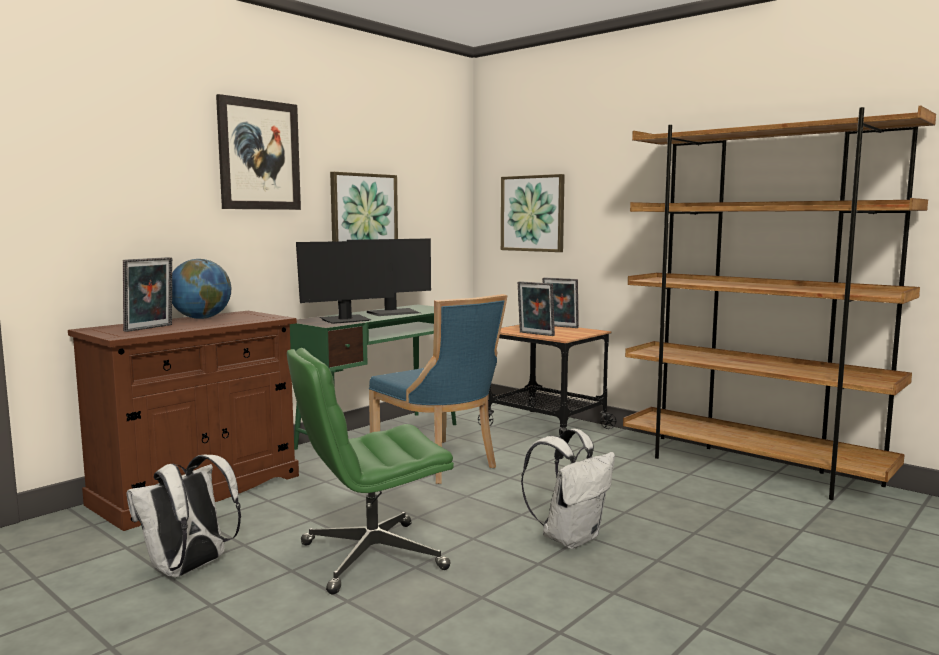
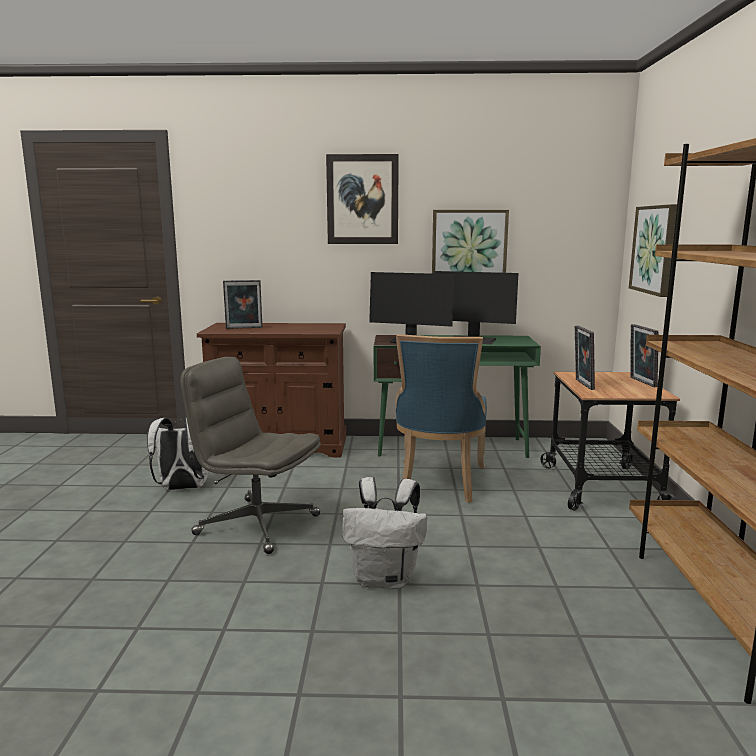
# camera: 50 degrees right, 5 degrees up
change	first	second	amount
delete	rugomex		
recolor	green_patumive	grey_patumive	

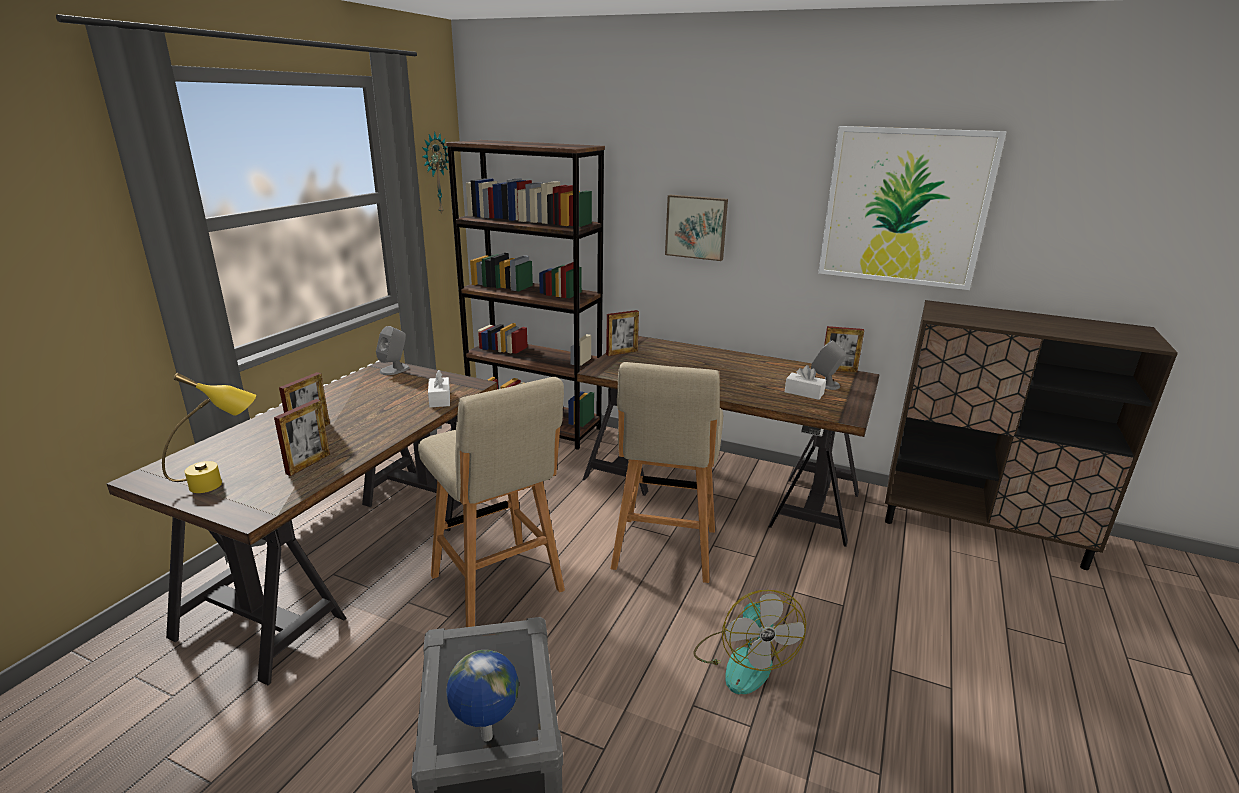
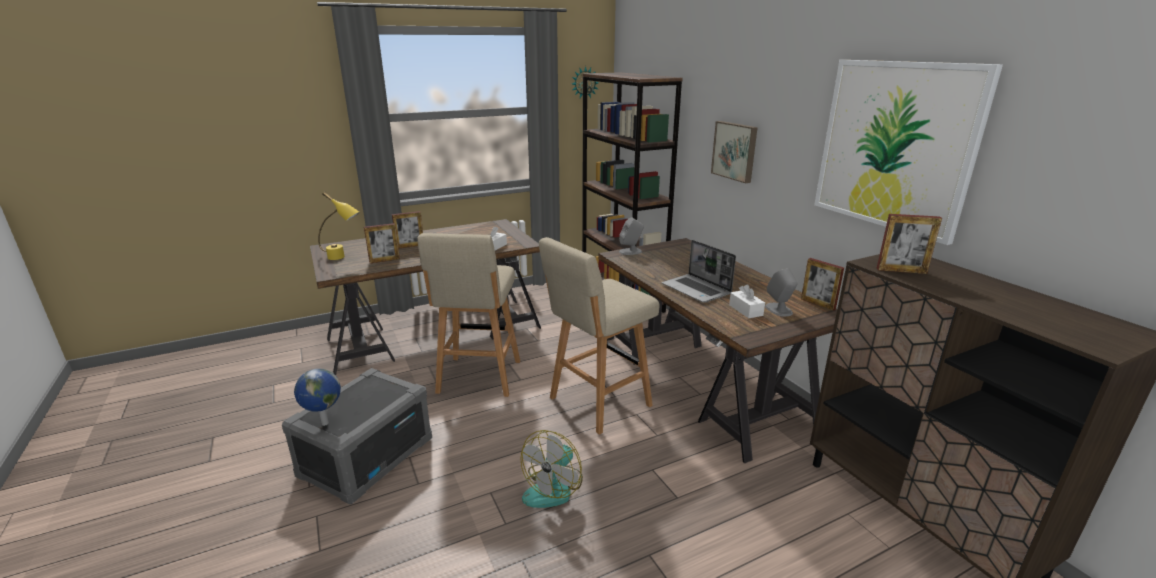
# camera: 40 degrees right, 0 degrees up
change	first	second	amount
move	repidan (3rd from left in the first image)	repidan (4th from left)	
move	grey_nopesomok (1st from left)		
insert		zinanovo	

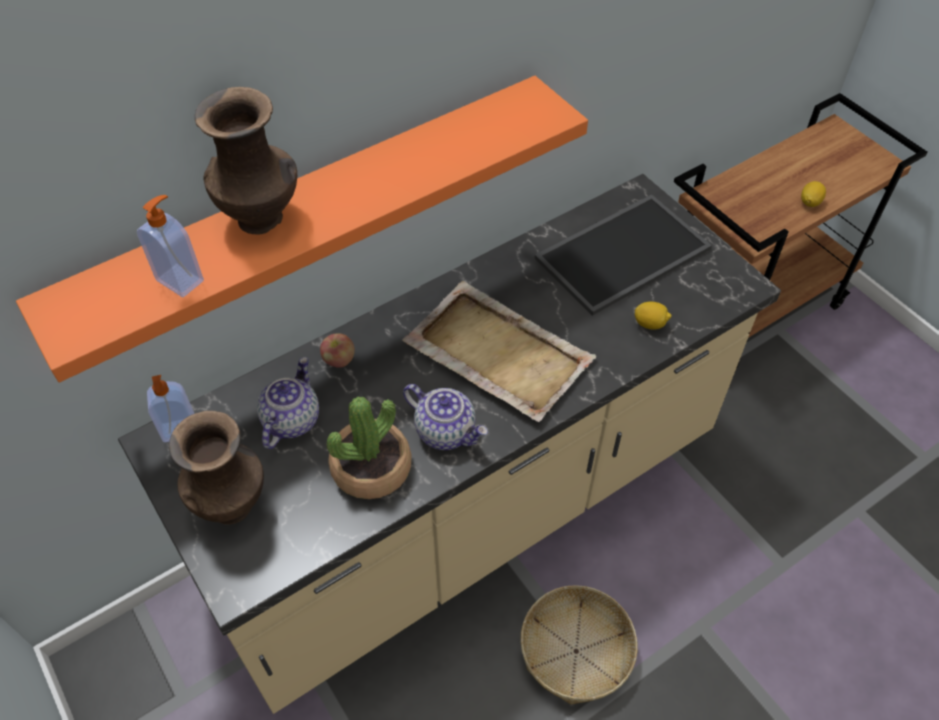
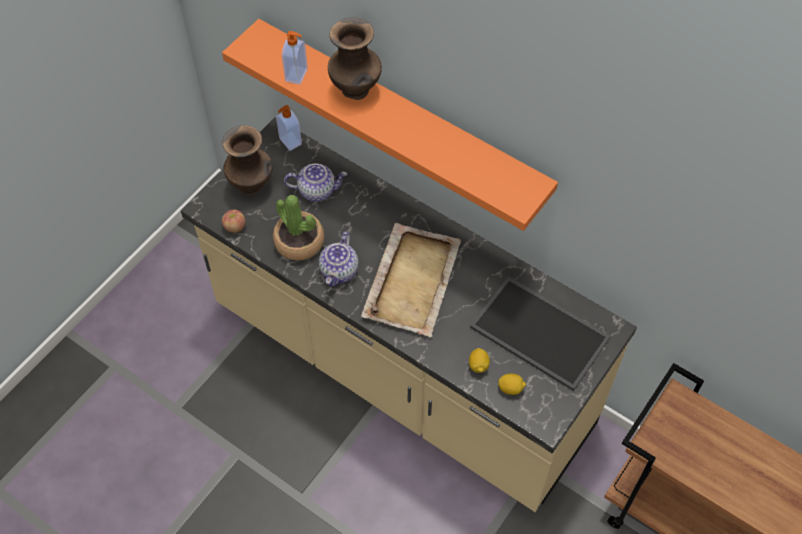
# camera: 70 degrees right, 5 degrees up
change	first	second	amount
move	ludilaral (2nd from left)		
move	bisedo		
delete	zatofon		

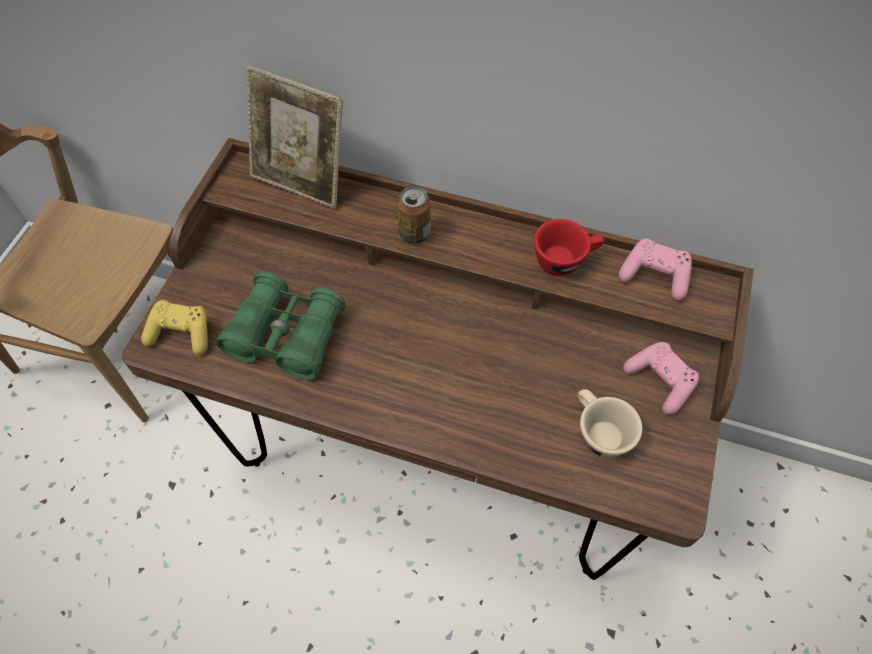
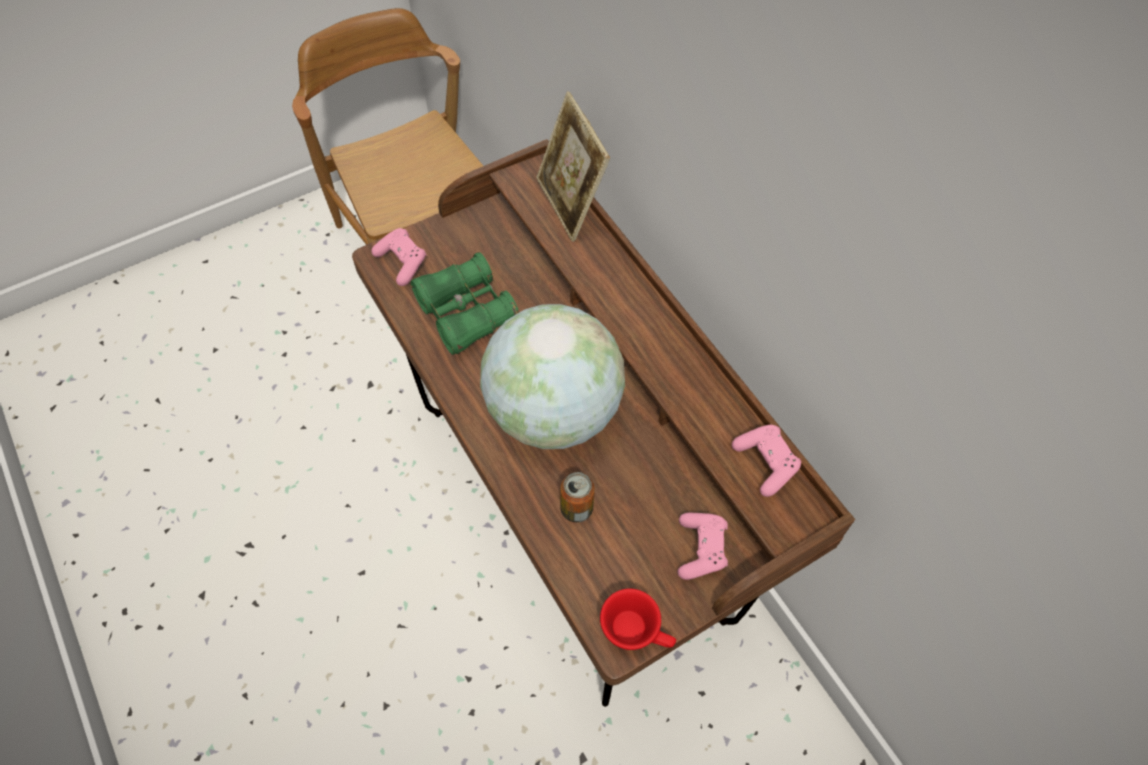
# camera: 40 degrees right, 0 degrees up
change	first	second	amount
move	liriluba		
move	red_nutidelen		
recolor	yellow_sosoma	pink_sosoma (1st from left)	
delete	beige_nutidelen		
insert		rugomex	

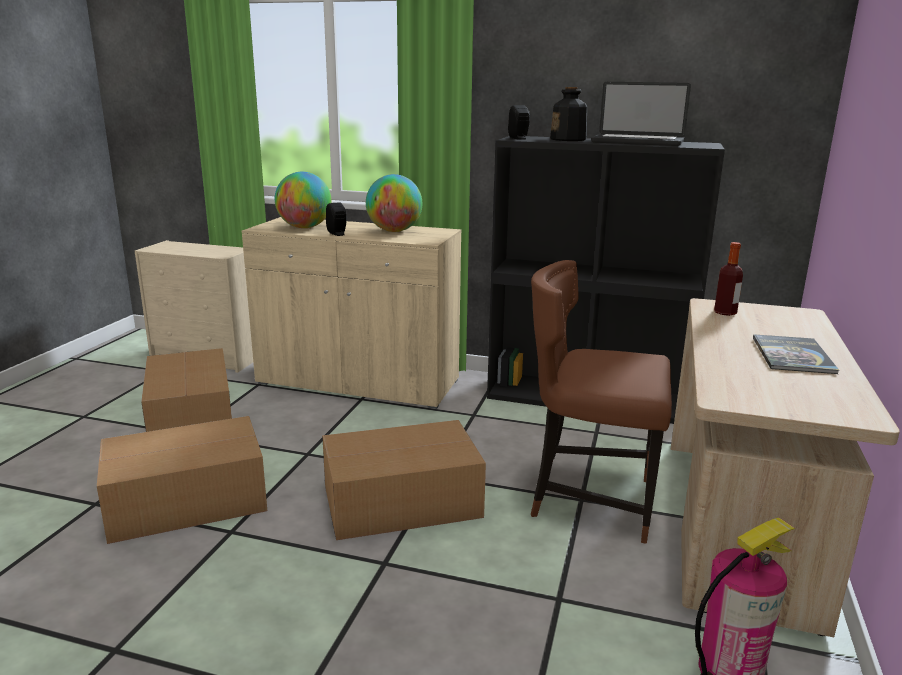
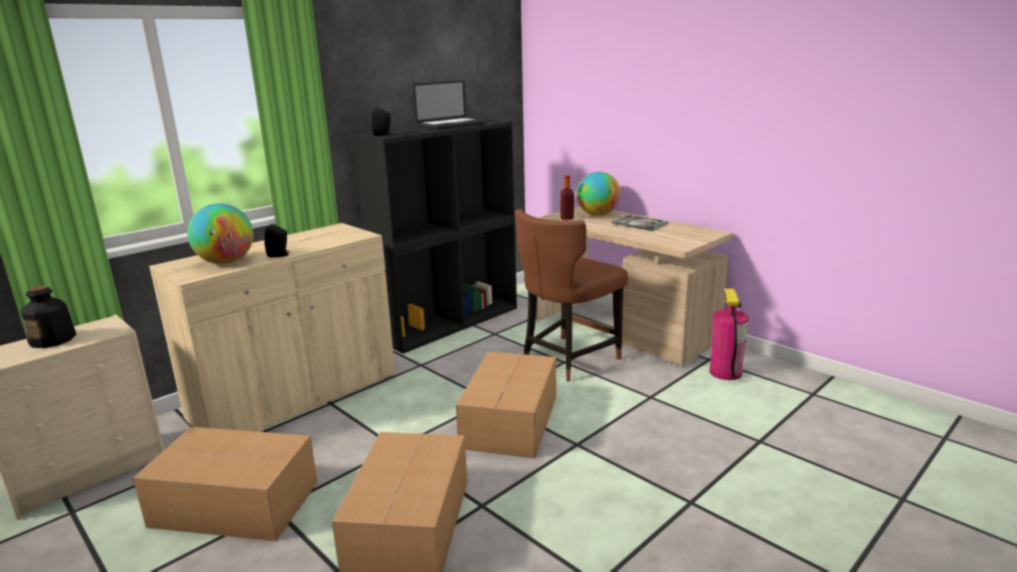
# camera: 60 degrees left, 0 degrees up
change	first	second	amount
move	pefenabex (1st from left)		
move	rugomex (2nd from left)		

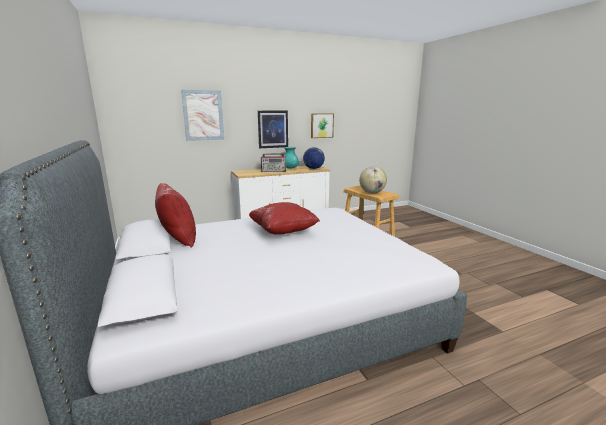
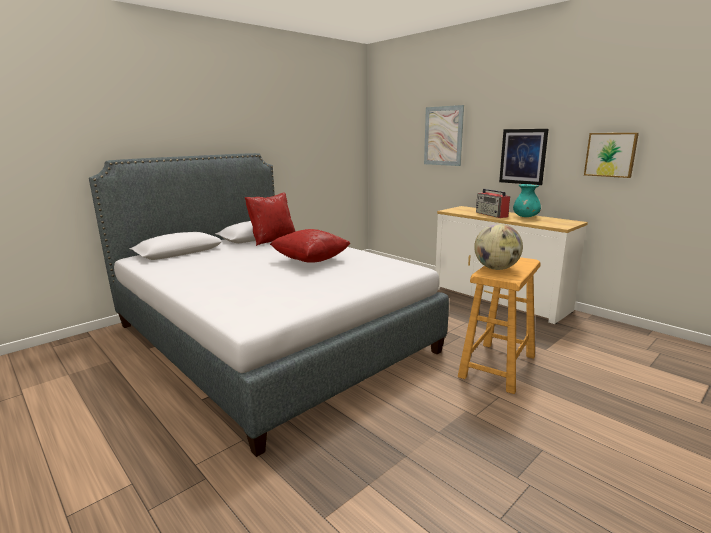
# camera: 70 degrees right, 0 degrees up
change	first	second	amount
delete	rugomex (1st from left)		

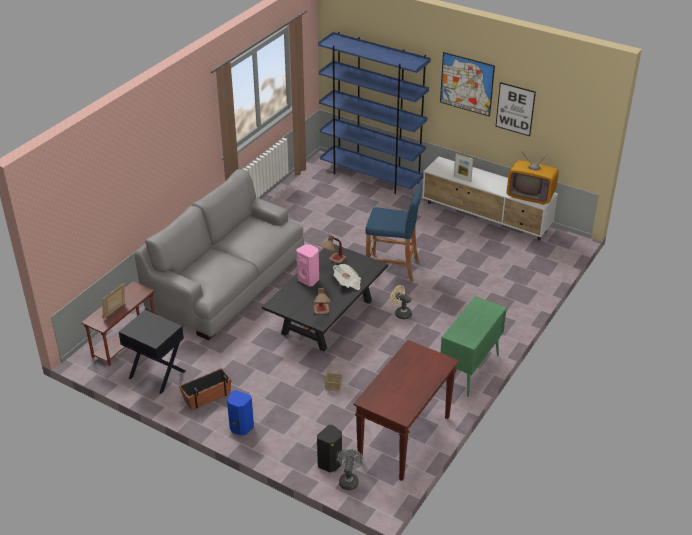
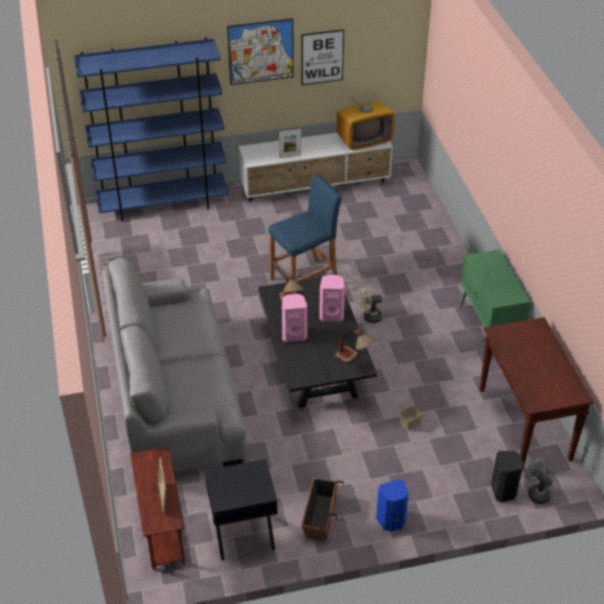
# camera: 45 degrees left, 5 degrees up
change	first	second	amount
replace	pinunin	pink_nopesomok (2nd from left)	

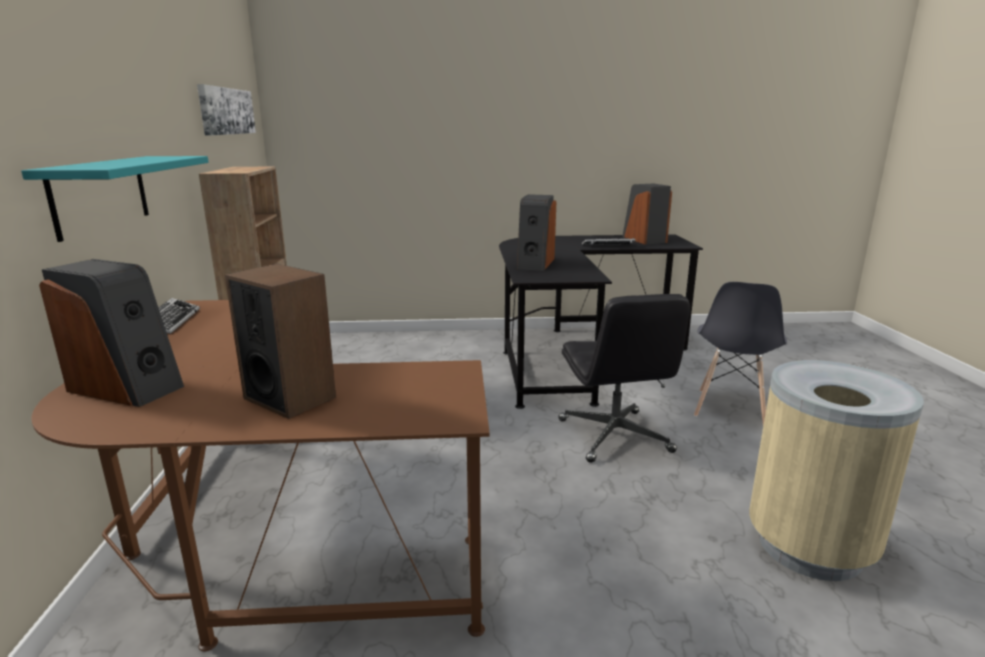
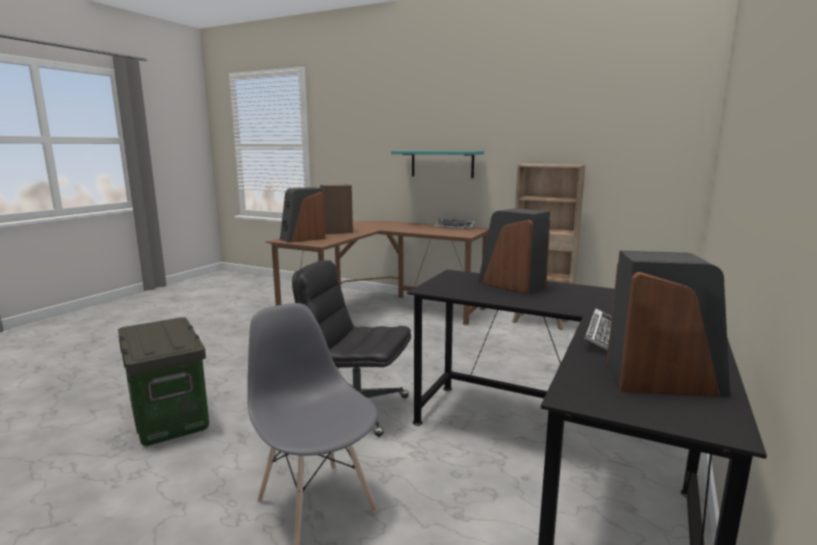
# camera: 120 degrees right, 5 degrees down
change	first	second	amount
delete	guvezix		
move	nopesomok (1st from left)		
replace	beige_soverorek	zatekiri	

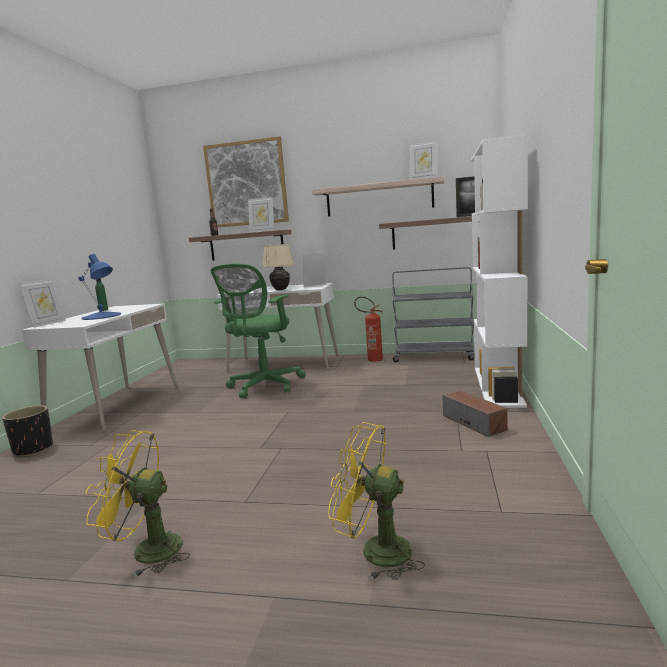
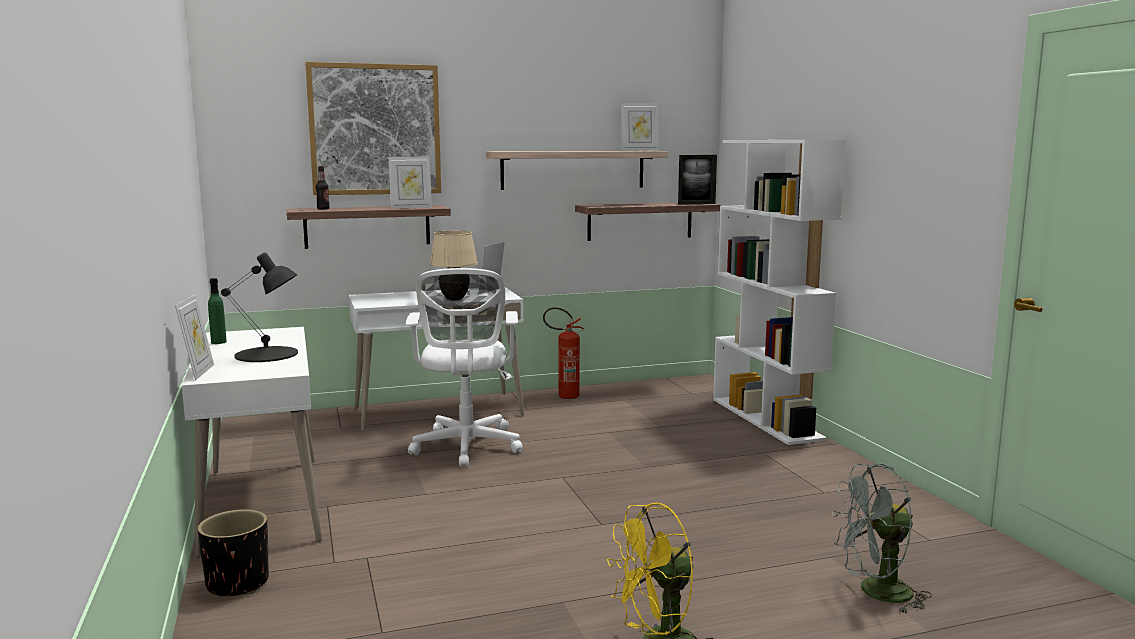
# camera: 30 degrees left, 0 degrees up
change	first	second	amount
recolor	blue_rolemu	black_rolemu	
recolor	green_patumive	white_patumive	
delete	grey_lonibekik		
delete	nopesomok		
recolor	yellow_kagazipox (2nd from left)	grey_kagazipox	

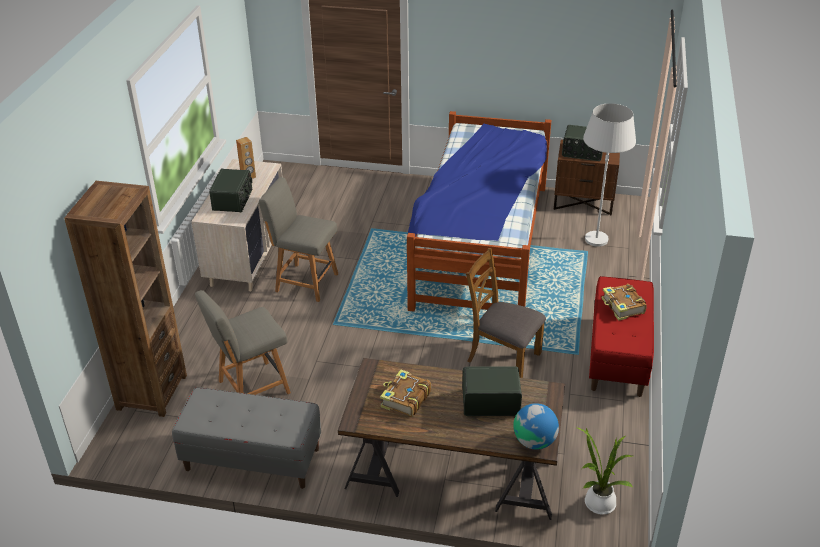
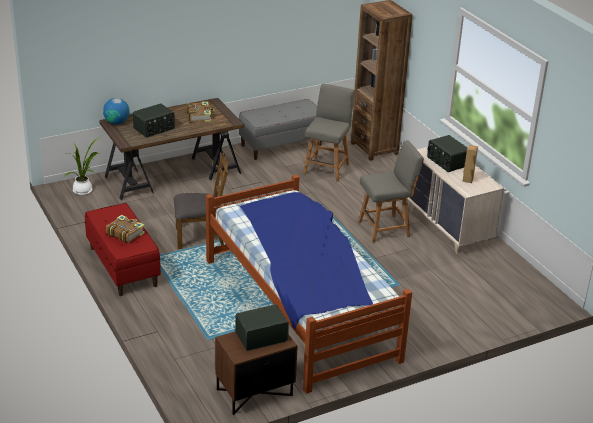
# camera: 140 degrees right, 5 degrees down
change	first	second	amount
delete	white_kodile		

